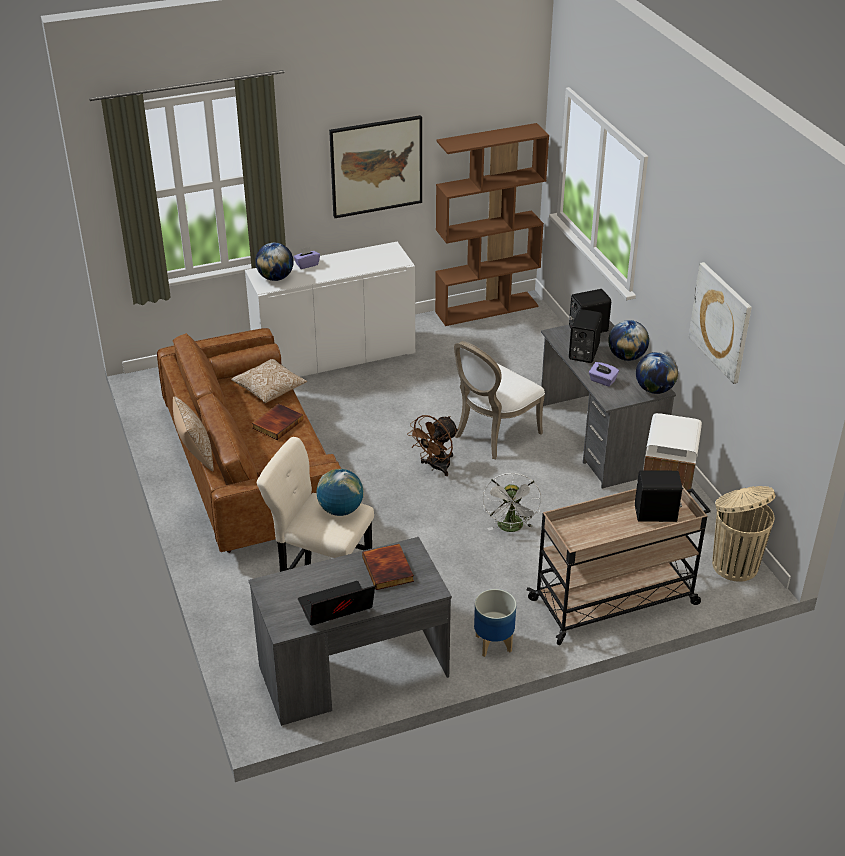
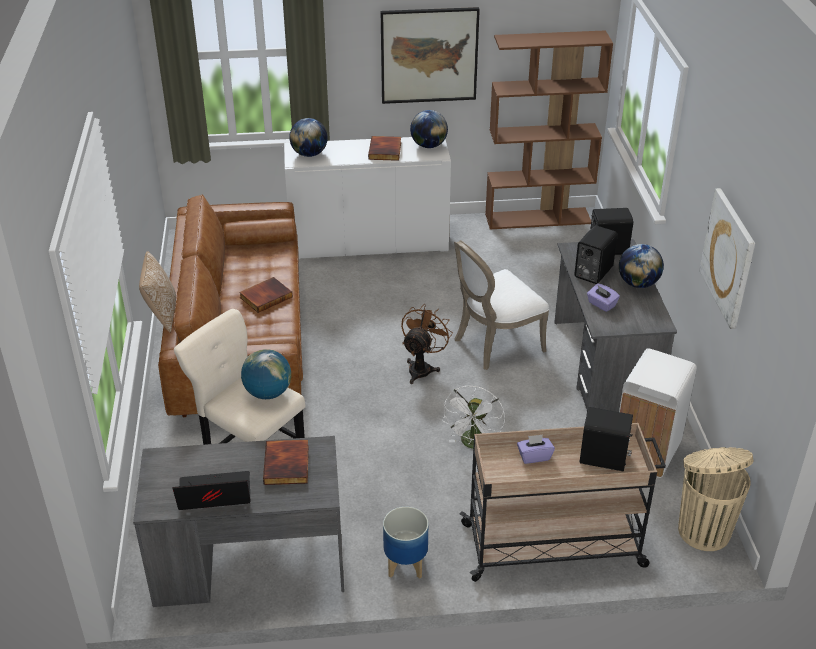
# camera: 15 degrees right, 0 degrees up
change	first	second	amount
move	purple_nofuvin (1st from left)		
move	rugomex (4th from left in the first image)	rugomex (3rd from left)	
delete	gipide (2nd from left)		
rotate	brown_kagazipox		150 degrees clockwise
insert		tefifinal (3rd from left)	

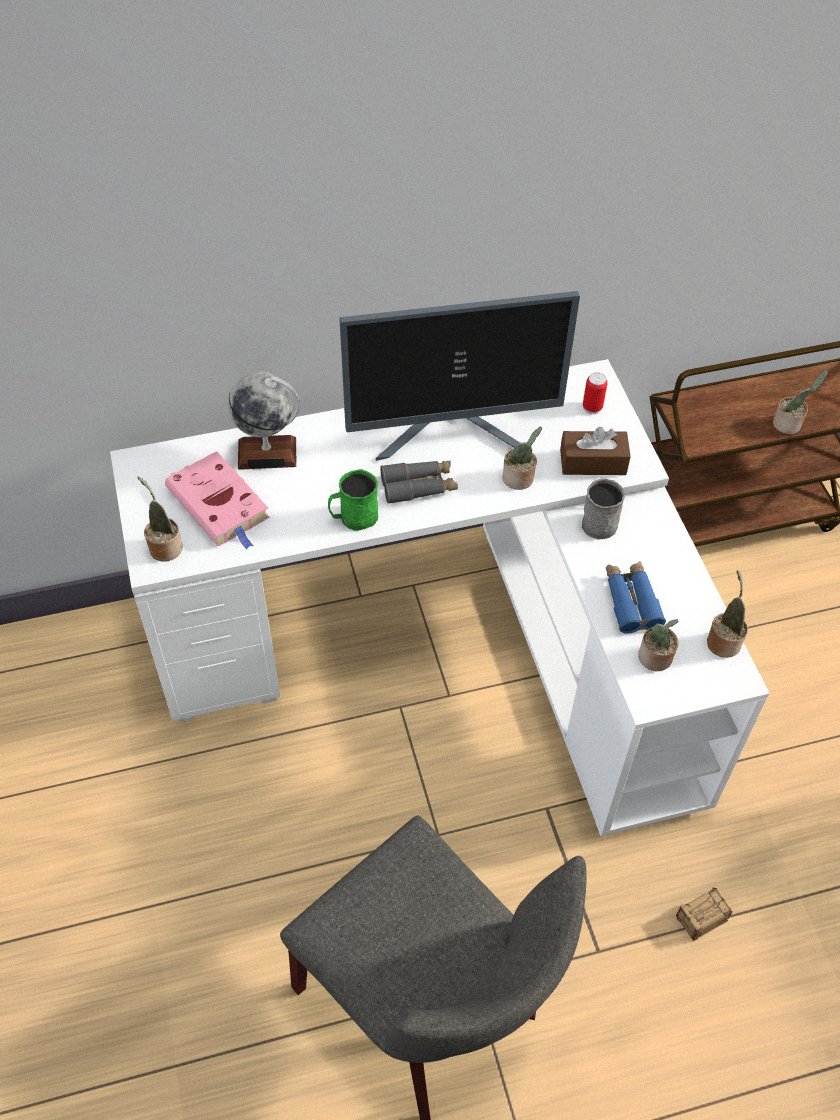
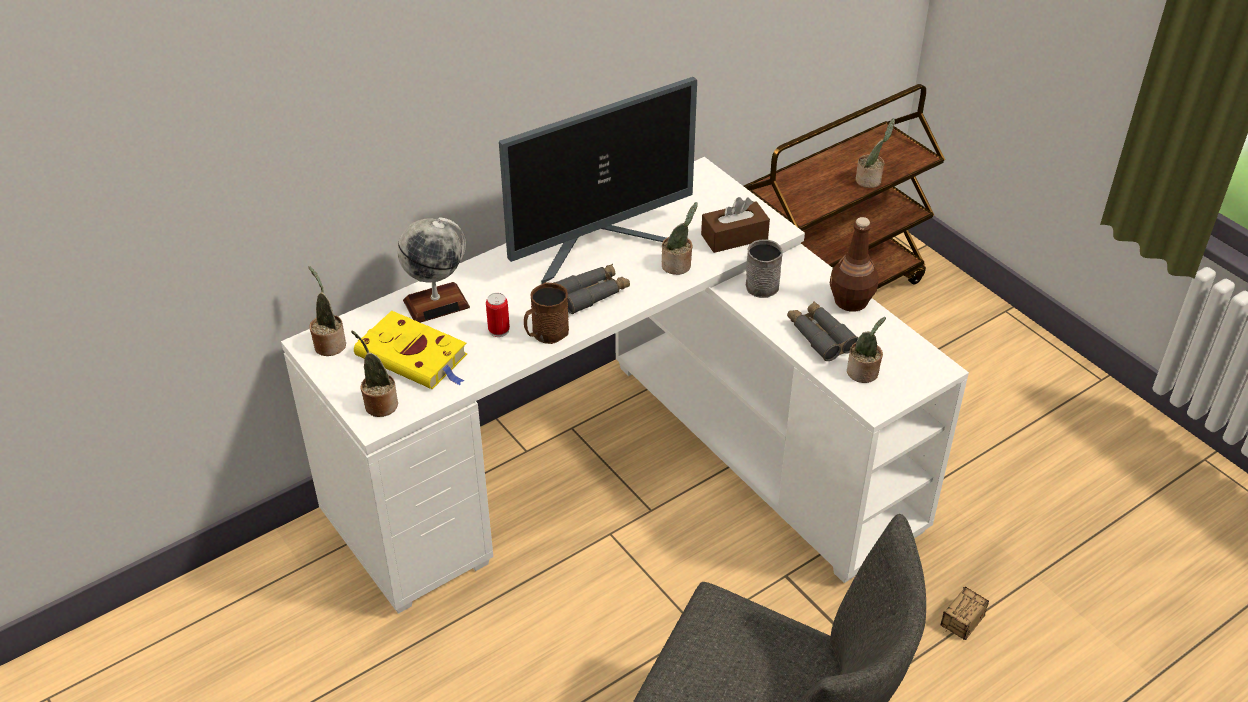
# camera: 20 degrees left, 10 degrees down
change	first	second	amount
move	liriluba		
recolor	pink_tefifinal	yellow_tefifinal	
recolor	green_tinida	brown_tinida	
recolor	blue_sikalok	grey_sikalok (2nd from left)	
move	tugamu (4th from left in the first image)	tugamu (1st from left)	
insert		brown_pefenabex	

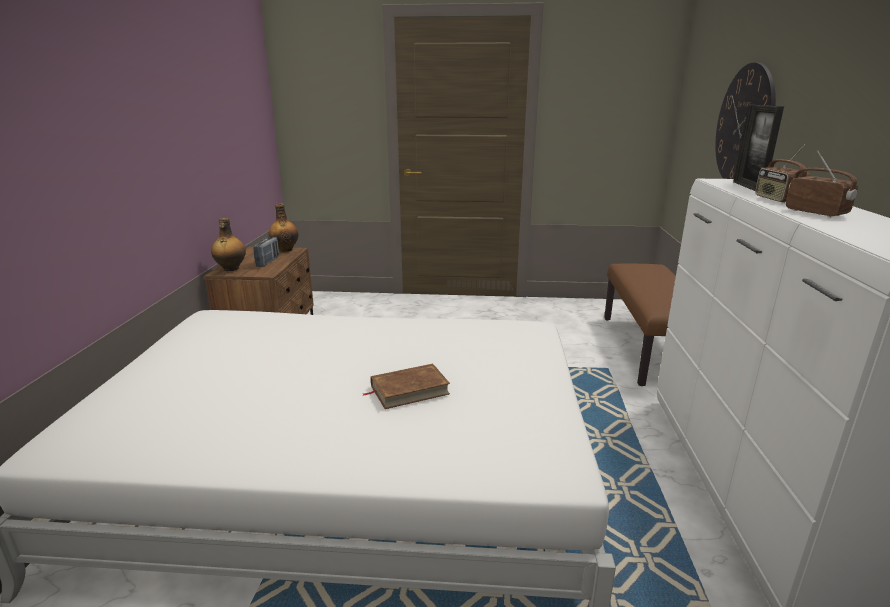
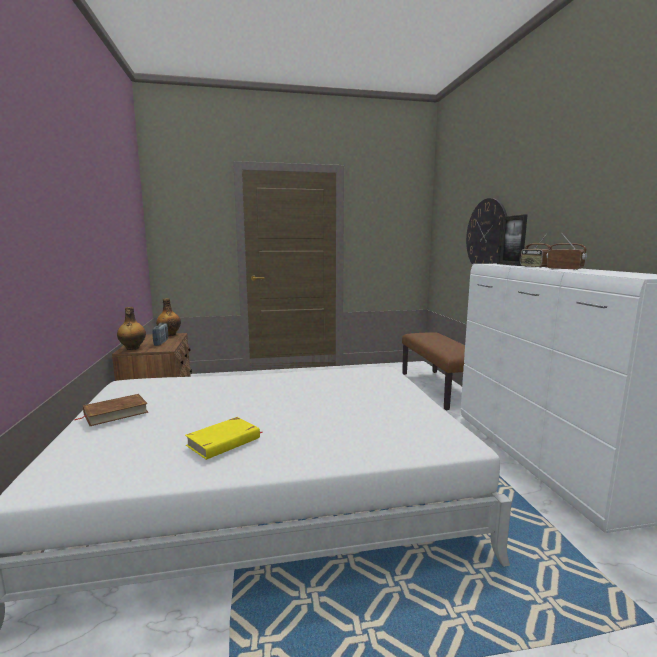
# camera: 15 degrees left, 10 degrees down
change	first	second	amount
move	brown_tefifinal		
insert		yellow_tefifinal	

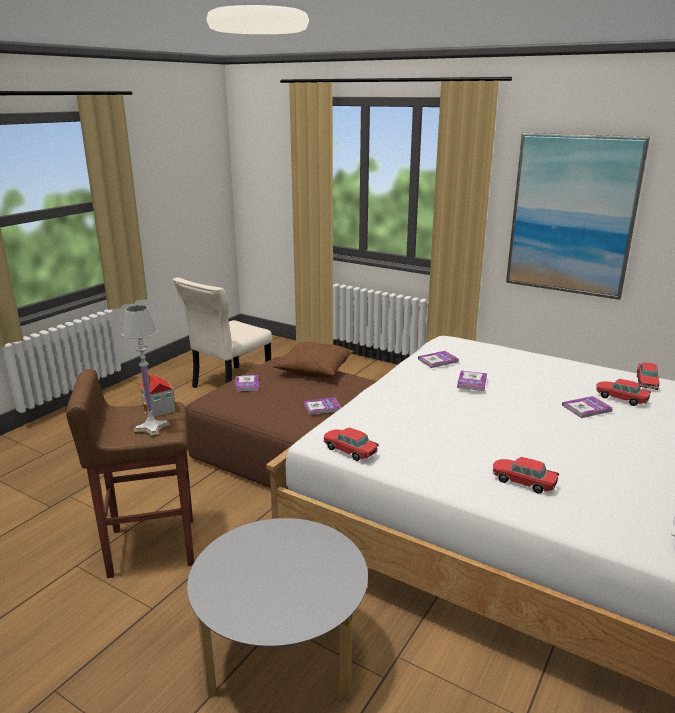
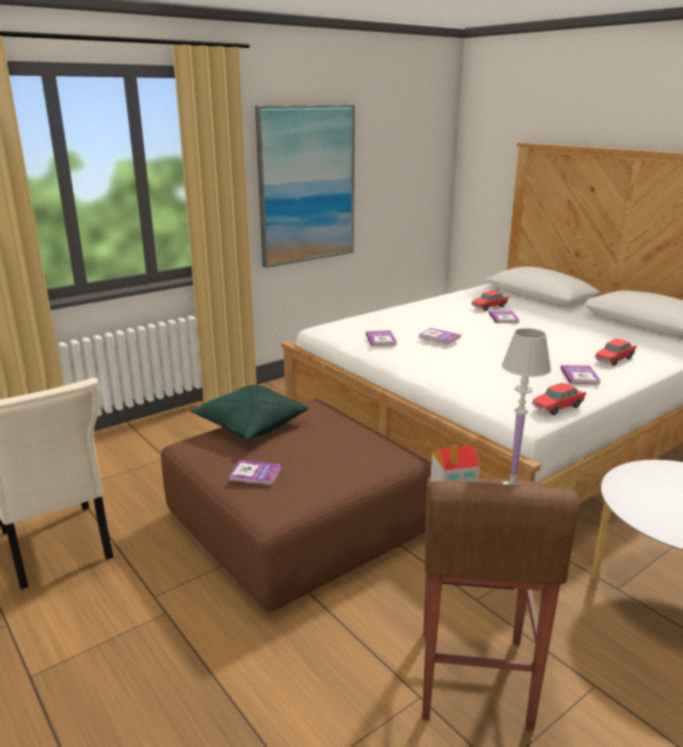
# camera: 70 degrees left, 0 degrees up
change	first	second	amount
recolor	brown_gipide	green_gipide	
delete	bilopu (4th from left)		
move	tefifinal (2nd from left in the first image)	tefifinal (5th from left)	

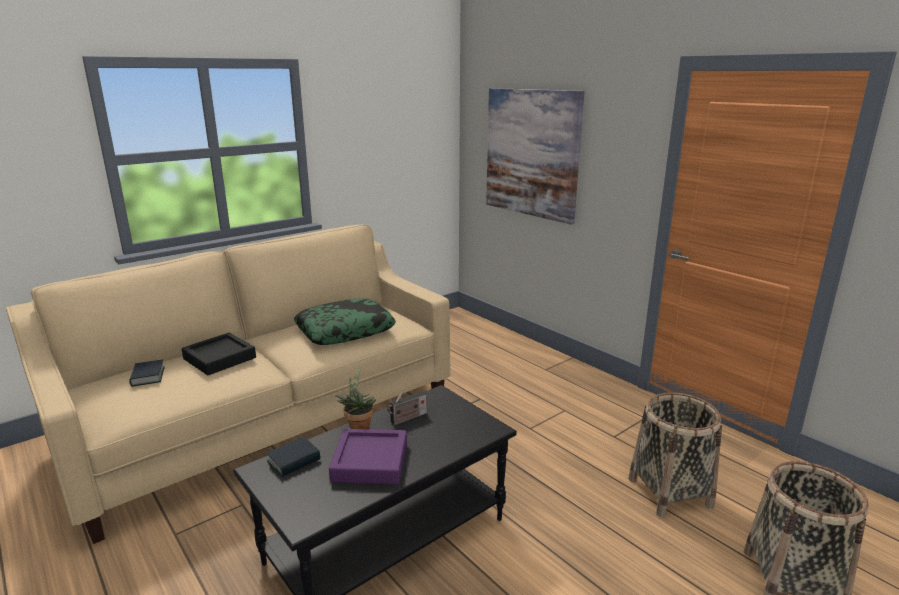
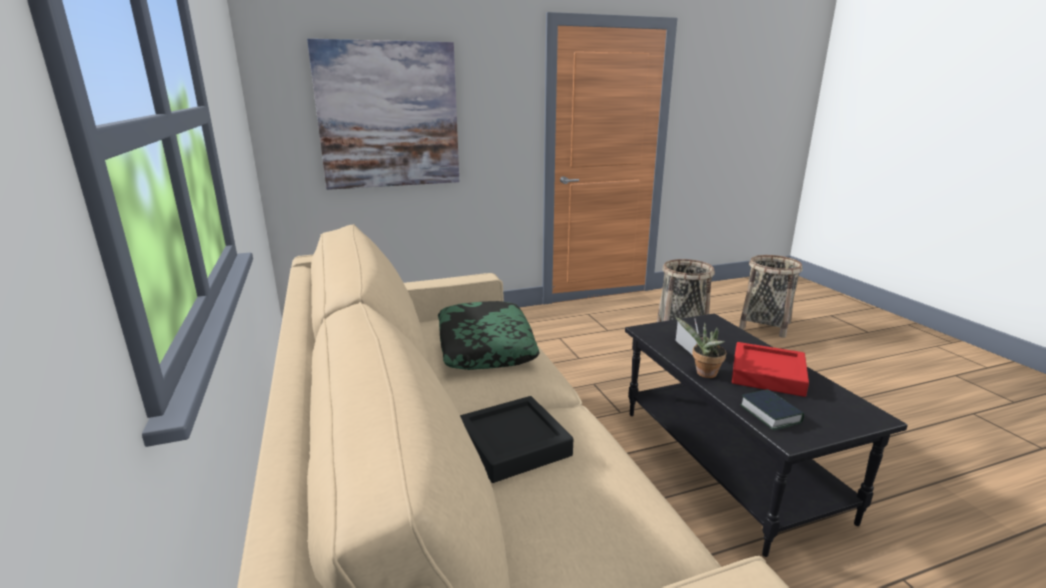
# camera: 70 degrees left, 0 degrees up
change	first	second	amount
delete	tefifinal (1st from left)		
recolor	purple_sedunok	red_sedunok	

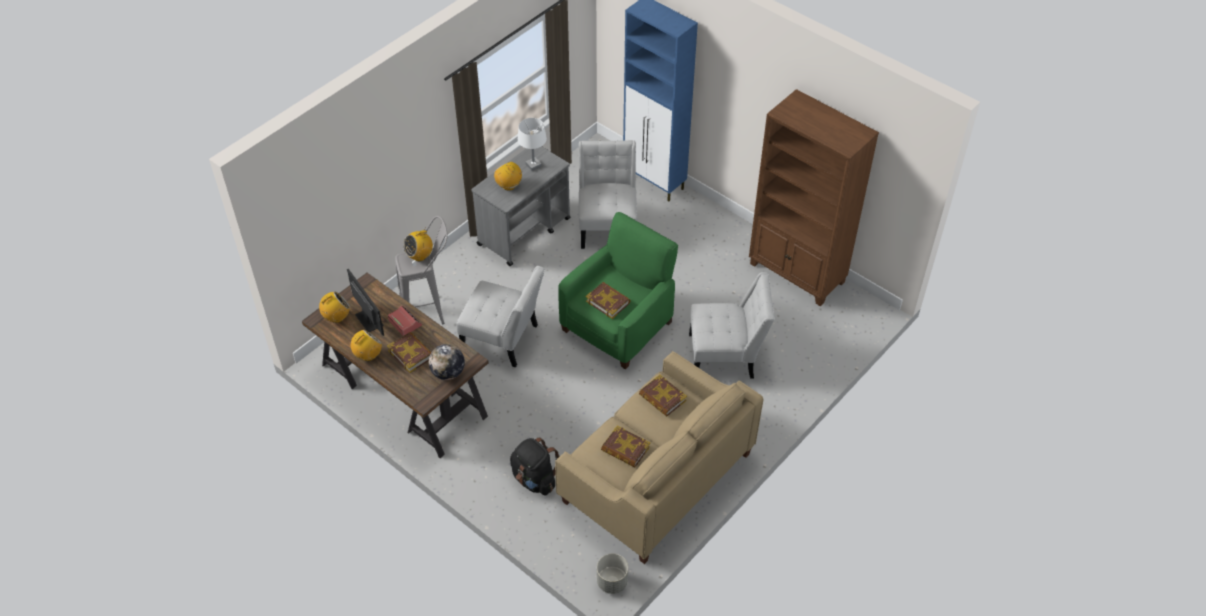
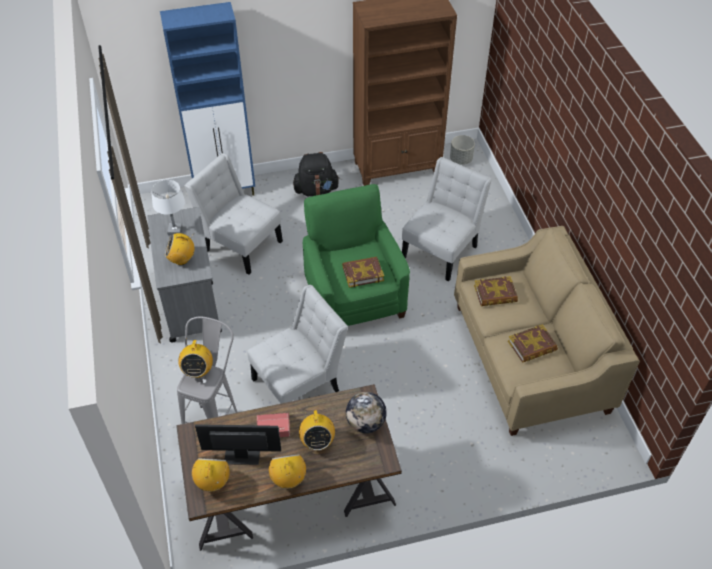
# camera: 55 degrees left, 0 degrees up
change	first	second	amount
replace	tefifinal (1st from left)	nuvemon (5th from left)	
move	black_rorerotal		
move	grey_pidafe		

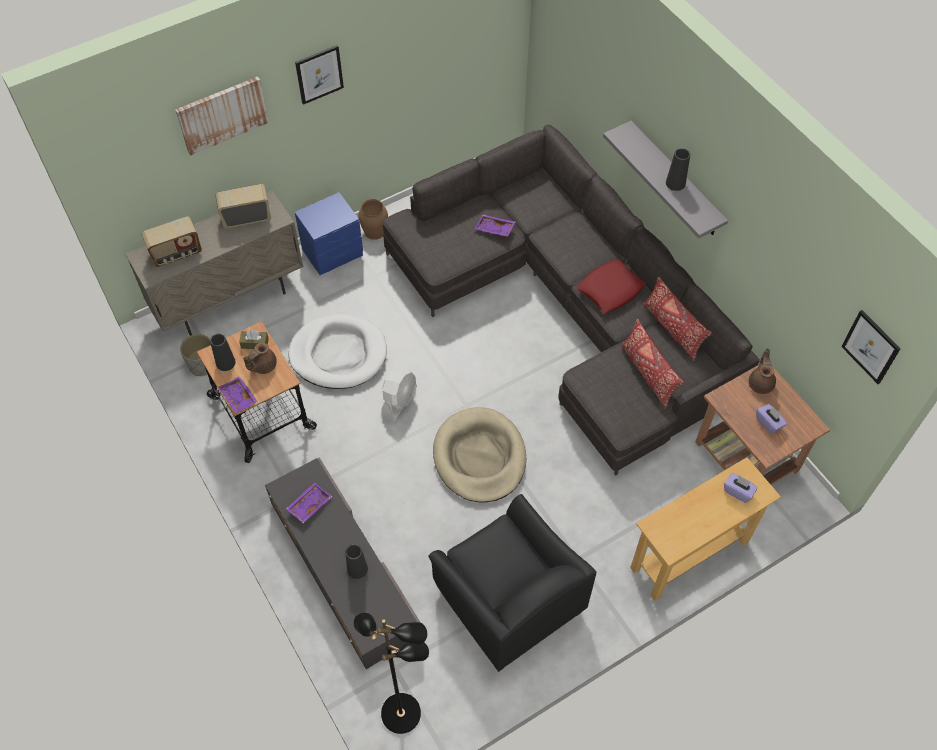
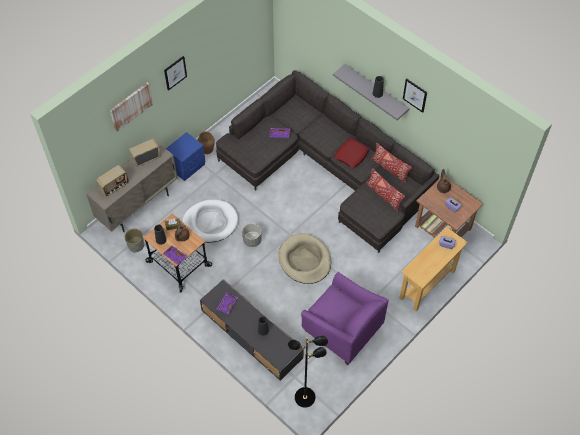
# camera: 15 degrees left, 0 degrees up
change	first	second	amount
move	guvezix (3rd from left)		
replace	white_kagazipox	grey_pidafe (2nd from left)	
recolor	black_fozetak	purple_fozetak	

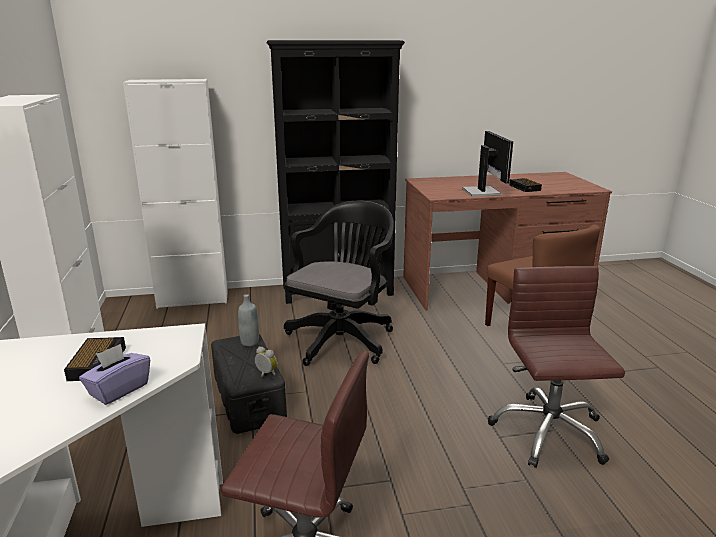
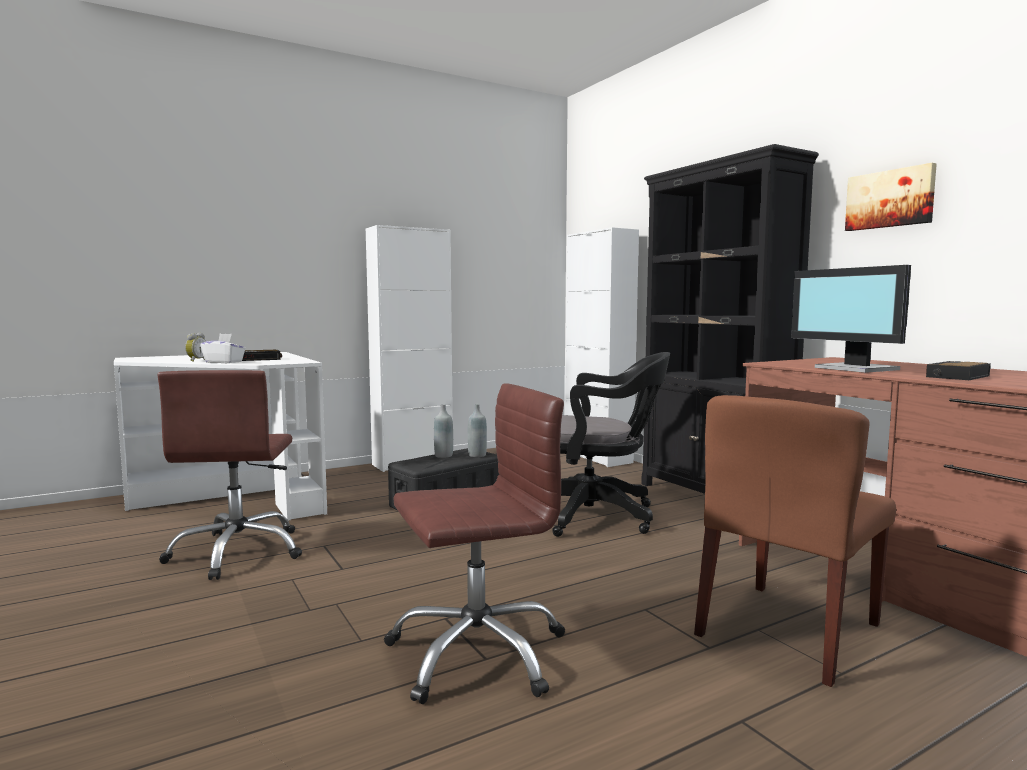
# camera: 70 degrees right, 15 degrees down
change	first	second	amount
rotate	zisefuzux		90 degrees clockwise
recolor	purple_nofuvin	white_nofuvin	
move	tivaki (2nd from left in the first image)	tivaki (1st from left)	
insert		guvezix	
insert		grey_pefenabex (1st from left)	

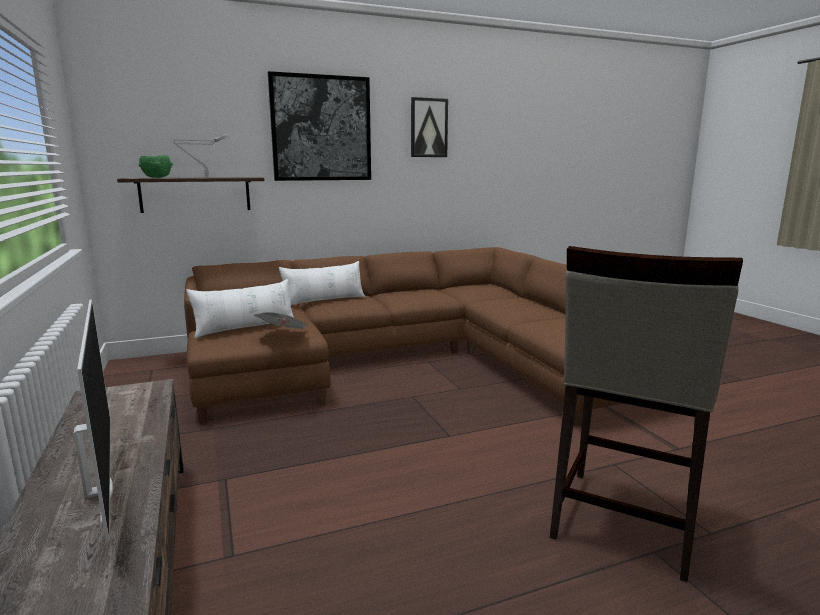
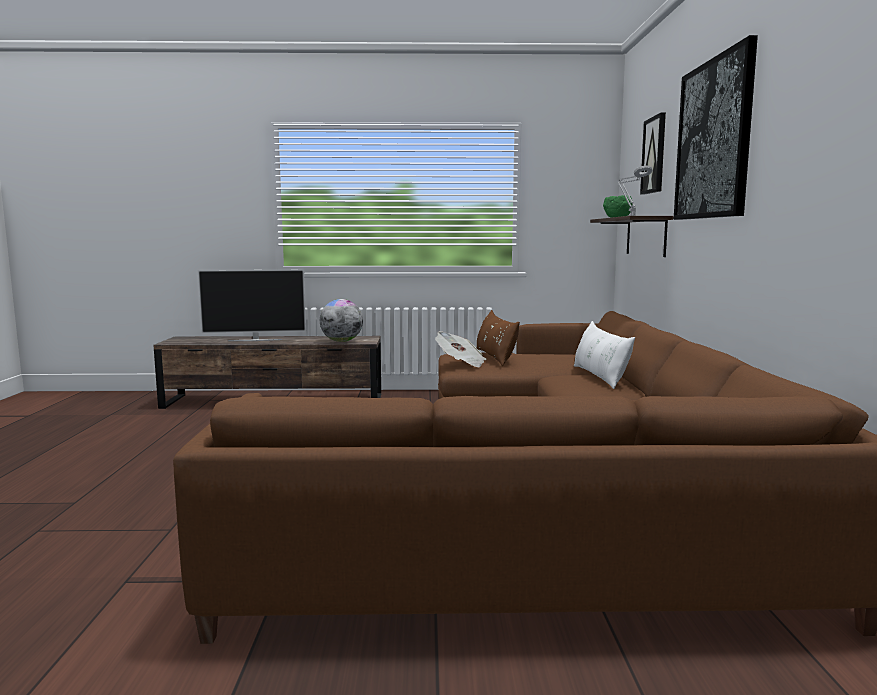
# camera: 110 degrees right, 5 degrees down
change	first	second	amount
move	guvezix (2nd from left in the first image)	guvezix (1st from left)	
delete	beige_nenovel		
recolor	white_gipide (1st from left)	brown_gipide	
insert		rugomex	

